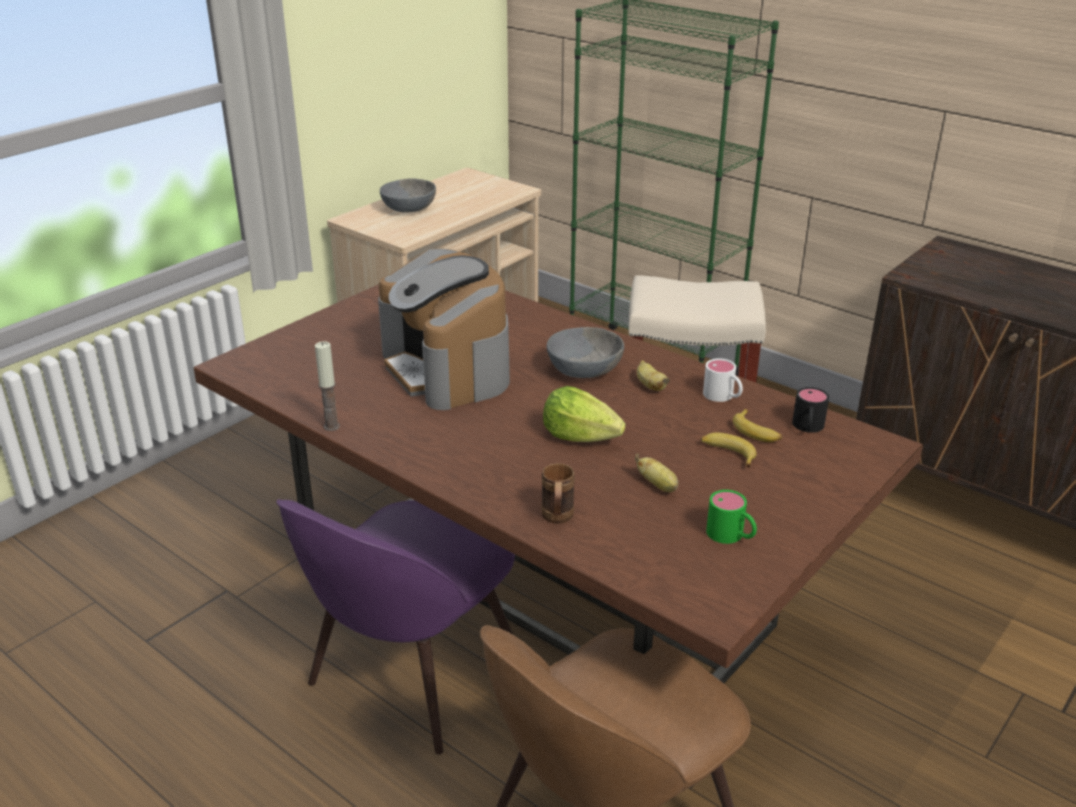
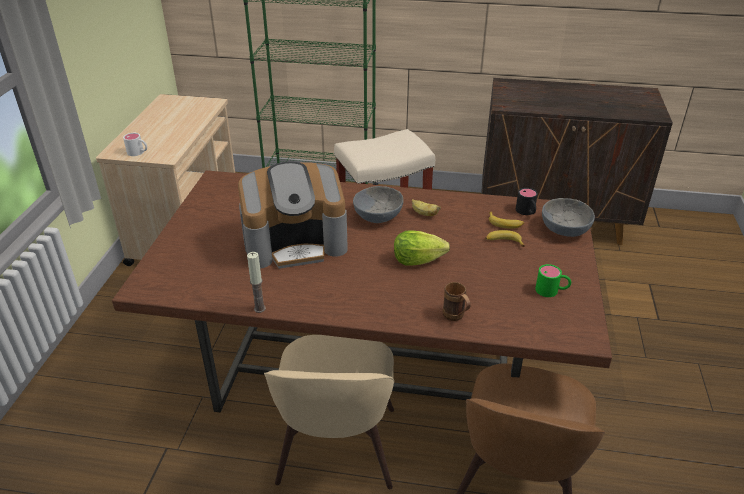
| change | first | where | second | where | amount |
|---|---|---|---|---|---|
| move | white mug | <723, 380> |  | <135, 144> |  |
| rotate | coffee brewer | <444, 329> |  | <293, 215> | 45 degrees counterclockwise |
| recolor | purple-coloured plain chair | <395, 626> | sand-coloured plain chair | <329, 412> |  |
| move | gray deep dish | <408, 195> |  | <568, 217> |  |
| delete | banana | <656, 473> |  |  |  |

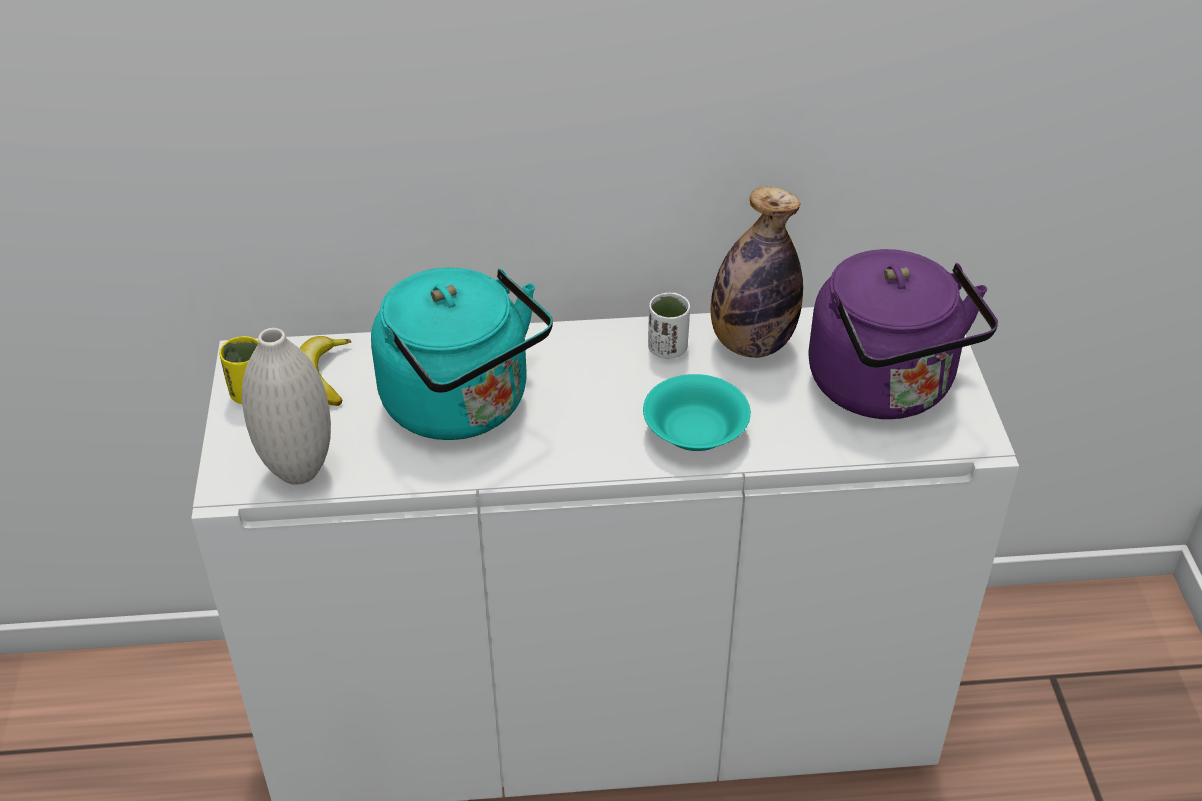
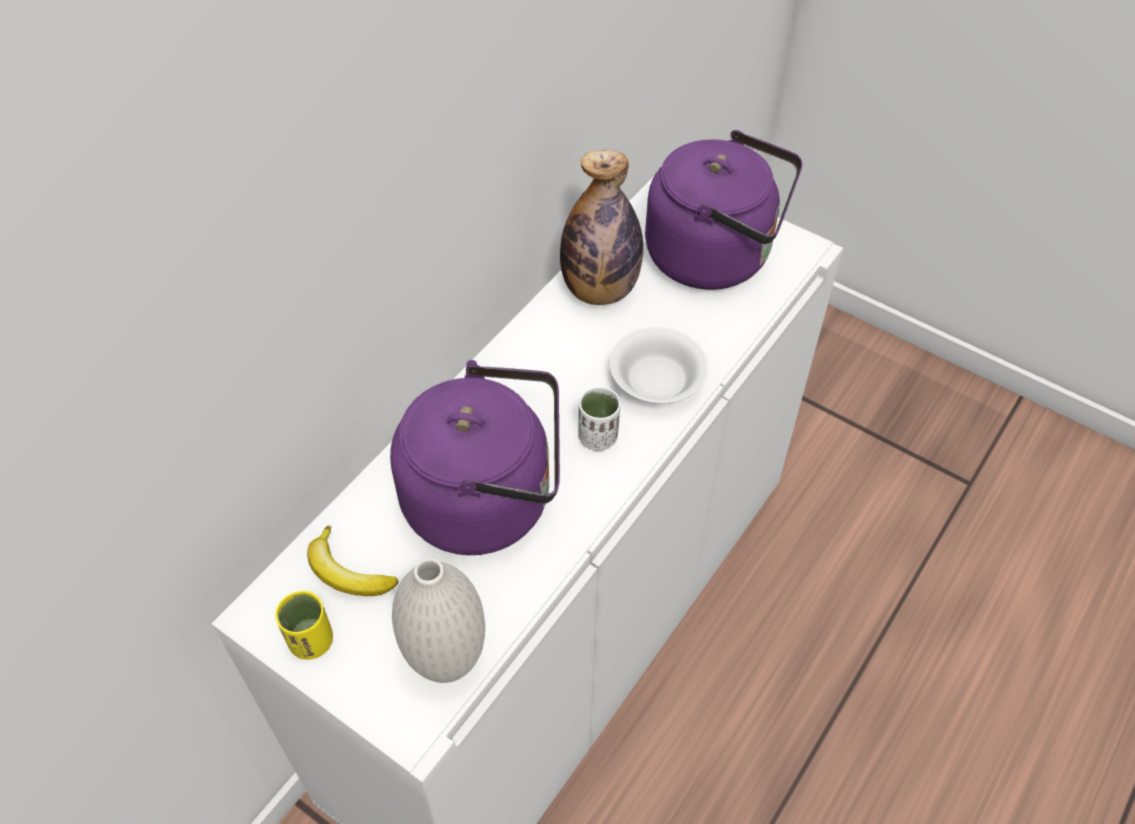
| change | first | where | second | where | amount |
|---|---|---|---|---|---|
| recolor | blue-green water kettle | <462, 353> | purple-coloured water kettle | <475, 457> |  |
| move | white drinking cup | <669, 326> |  | <599, 419> |  |
| recolor | blue-green deep dish | <697, 412> | white deep dish | <659, 365> |  |

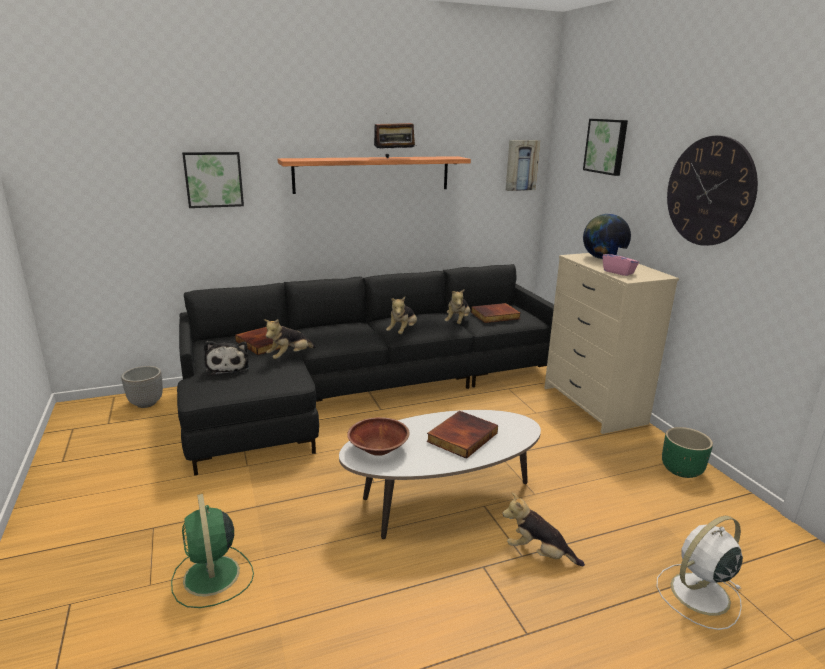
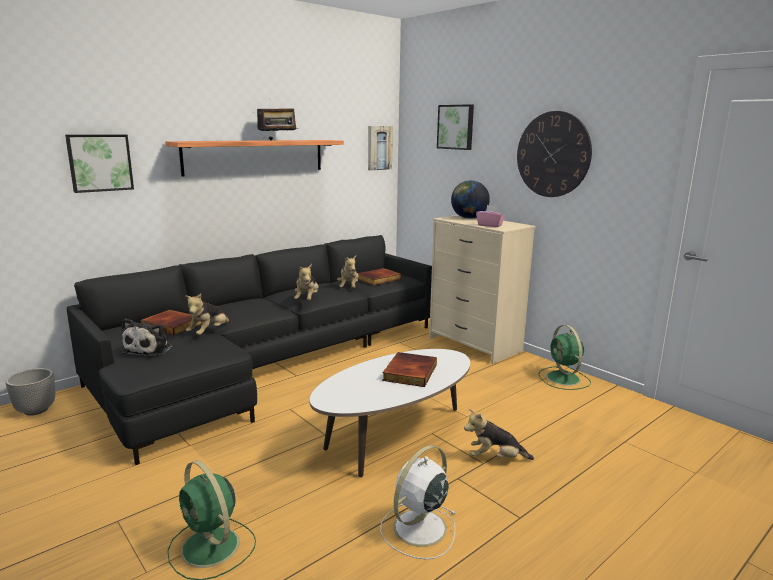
| change | first | where | second | where | amount |
|---|---|---|---|---|---|
| rotate | cuddly toy | <226, 358> |  | <146, 337> | 45 degrees clockwise |
| move | white fan | <700, 573> |  | <418, 502> |  |
| replace | green plant pot | <687, 452> | green fan | <564, 357> |  |
| delete | brown deep dish | <378, 436> |  |  |  |

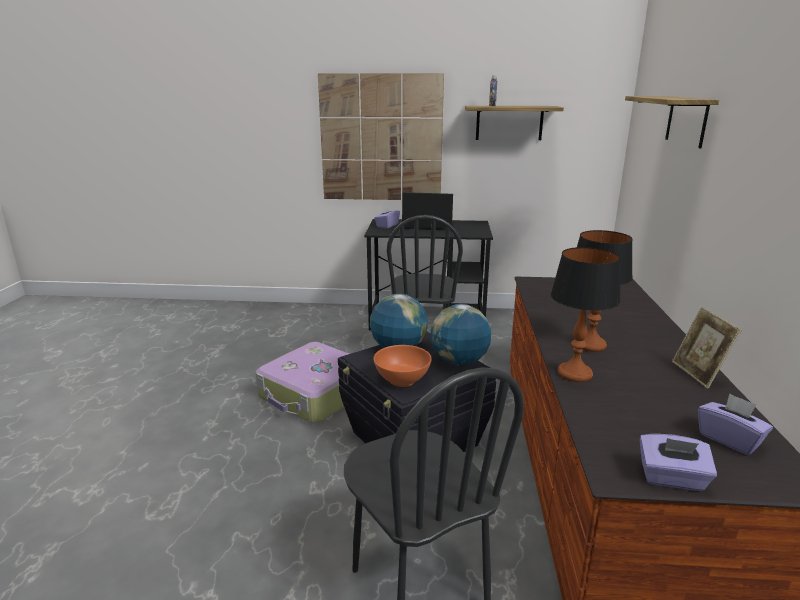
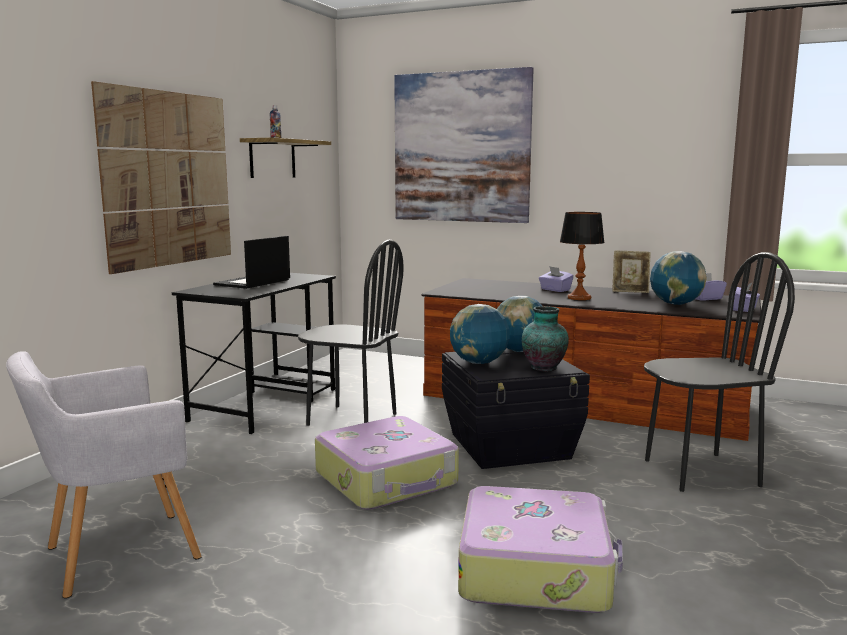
| change | first | where | second | where | amount |
|---|---|---|---|---|---|
| insert |  |  | gray lounge chair | <104, 474> |  |
| replace | bracket shelf | <672, 122> | picture | <464, 145> |  |
| insert |  |  | suitcase | <540, 549> |  |
| replace | orangey deep dish | <402, 366> | decorative vase | <545, 339> |  |
| move | purple-coloured box of tissues | <387, 216> |  | <556, 279> |  |
| insert |  |  | desk globe | <678, 278> |  |
| delete | table lamp | <585, 314> |  |  |  |

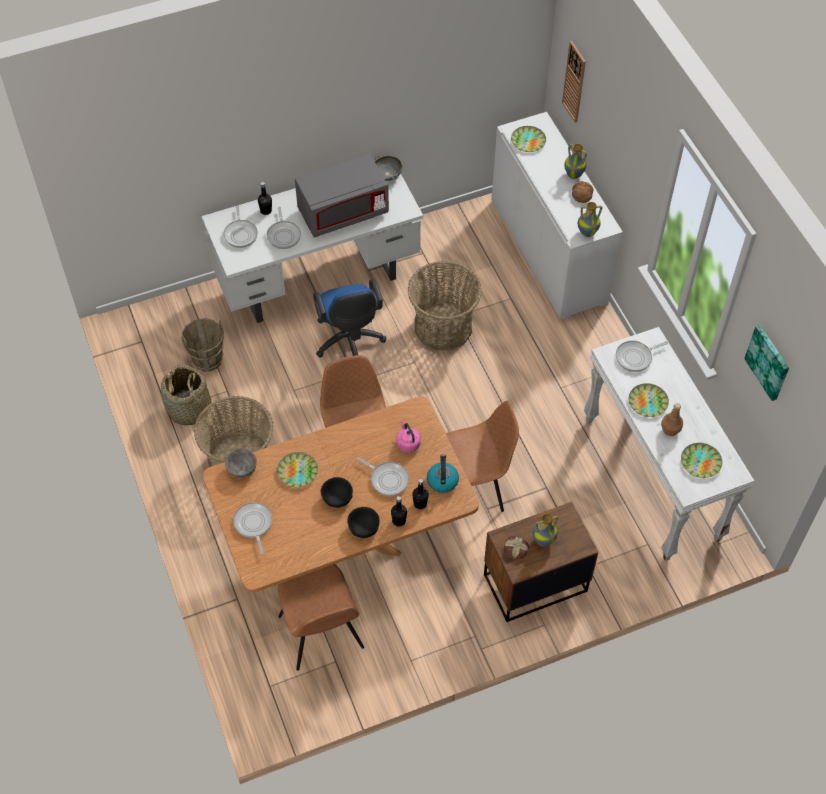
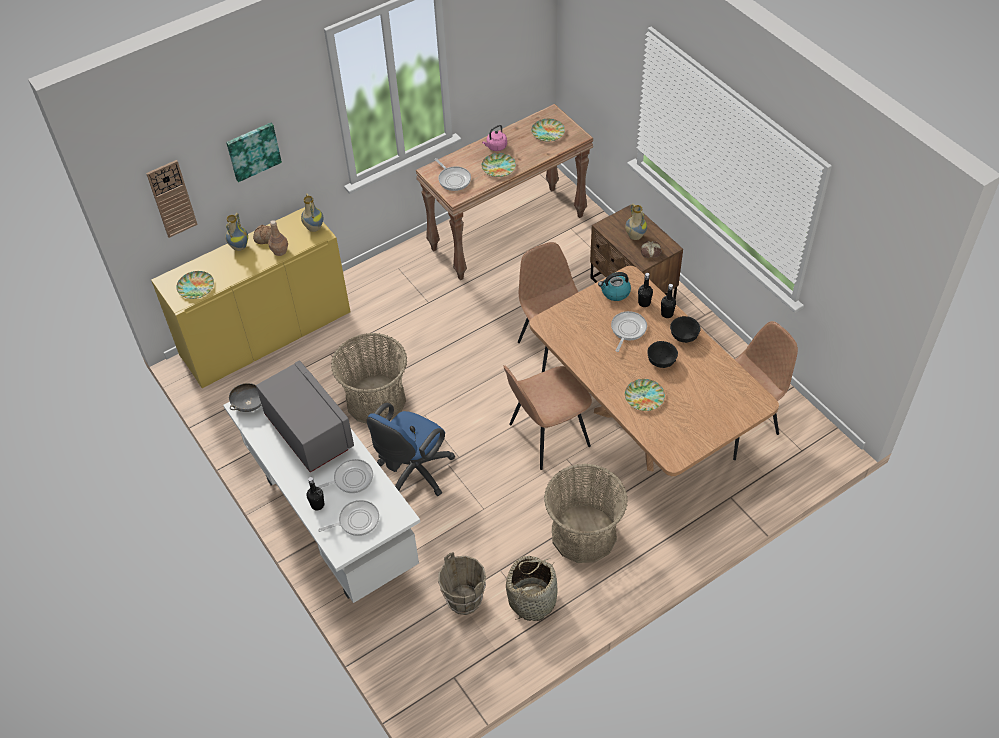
| change | first | where | second | where | amount |
|---|---|---|---|---|---|
| recolor | white cabinet | <557, 216> | yellow cabinet | <250, 297> |  |
| move | picture | <766, 363> |  | <254, 152> |  |
| move | brown beverage bottle | <672, 419> |  | <278, 238> |  |
| rotate | bluish office chair | <349, 318> |  | <411, 449> | 150 degrees clockwise |
| recolor | white console table | <669, 444> | brown console table | <504, 192> |  |
| move | pinkish water kettle | <409, 436> |  | <494, 138> |  |
| delete | gray deep dish | <241, 463> |  |  |  |
| delete | frying pan | <252, 528> |  |  |  |

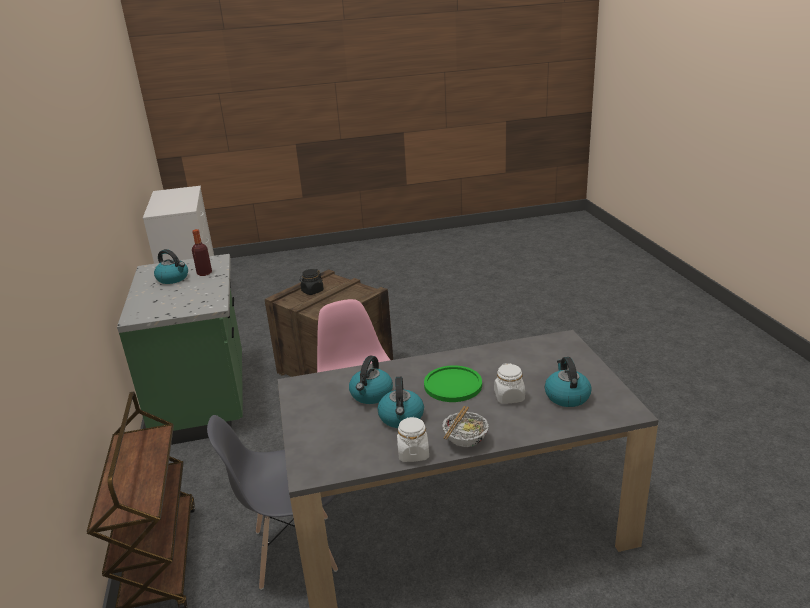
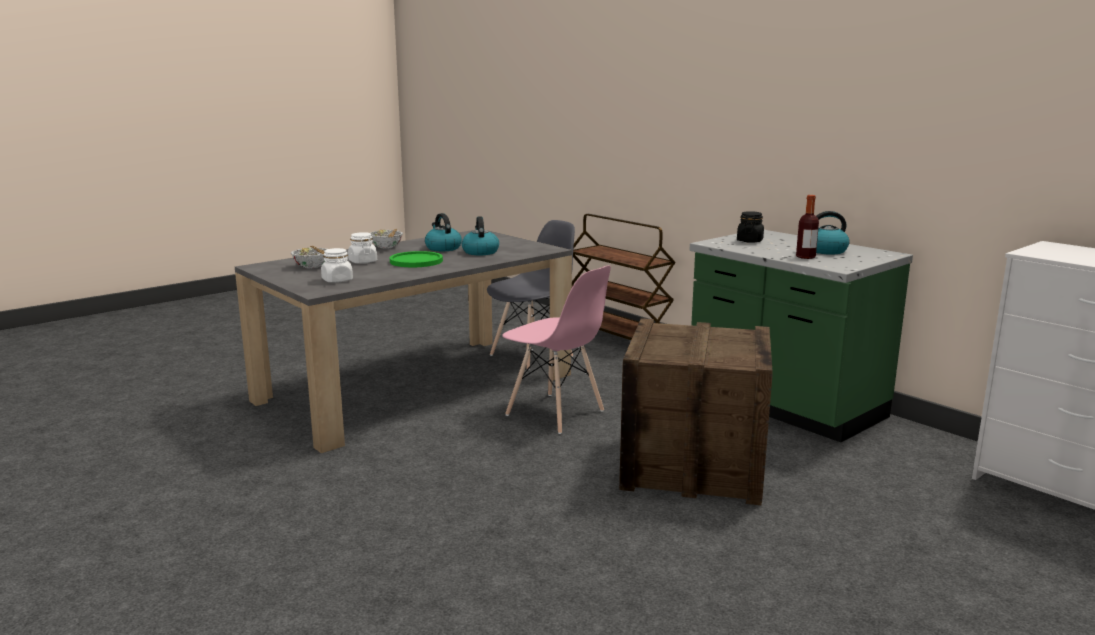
| change | first | where | second | where | amount |
|---|---|---|---|---|---|
| replace | water kettle | <568, 382> | deep dish | <309, 257> |  |
| move | white storage jar | <413, 439> |  | <337, 265> |  |
| move | black storage jar | <311, 282> |  | <750, 227> |  |

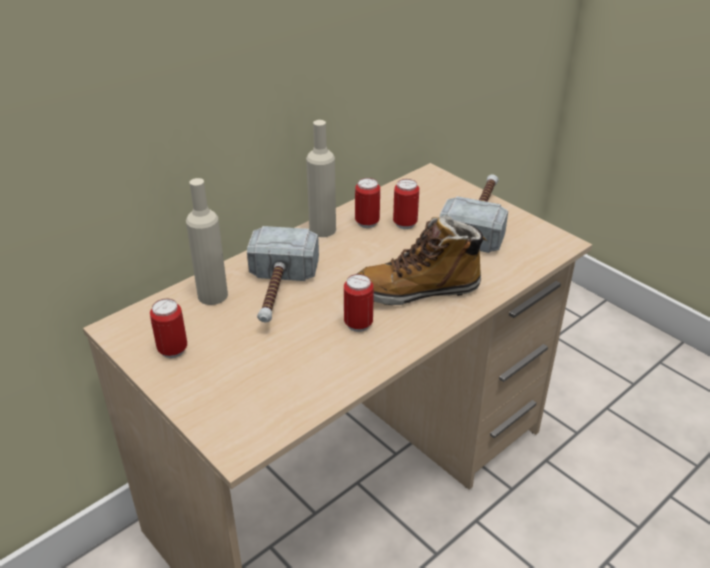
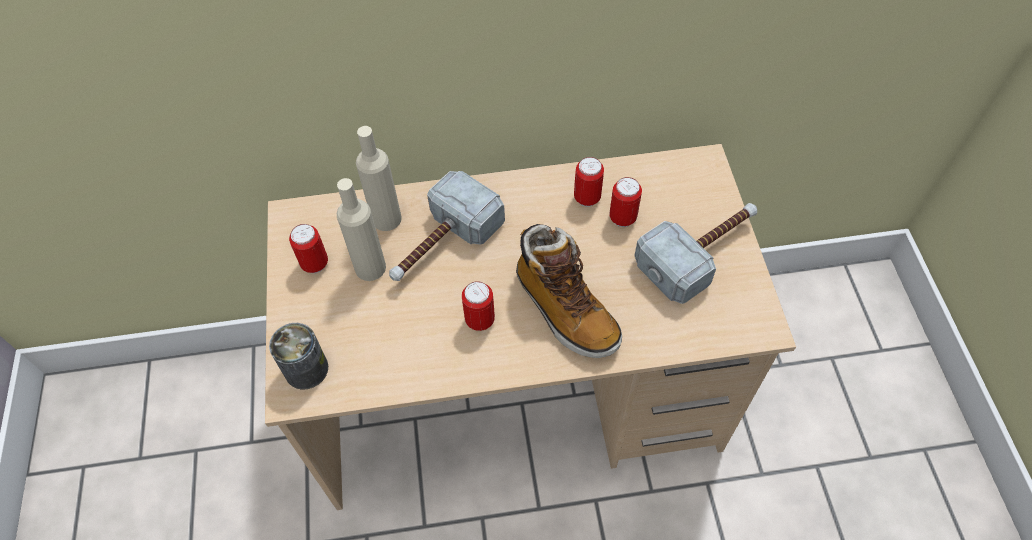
| change | first | where | second | where | amount |
|---|---|---|---|---|---|
| insert |  |  | can | <298, 356> |  |
| move | sand-coloured beverage bottle | <321, 178> |  | <361, 229> |  |
| rotate | boot | <422, 260> |  | <569, 291> | 150 degrees counterclockwise |

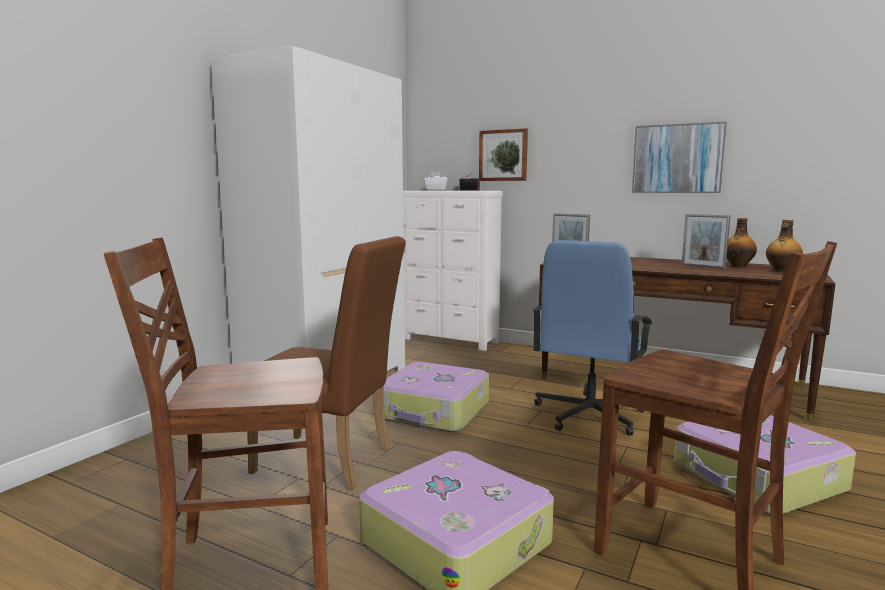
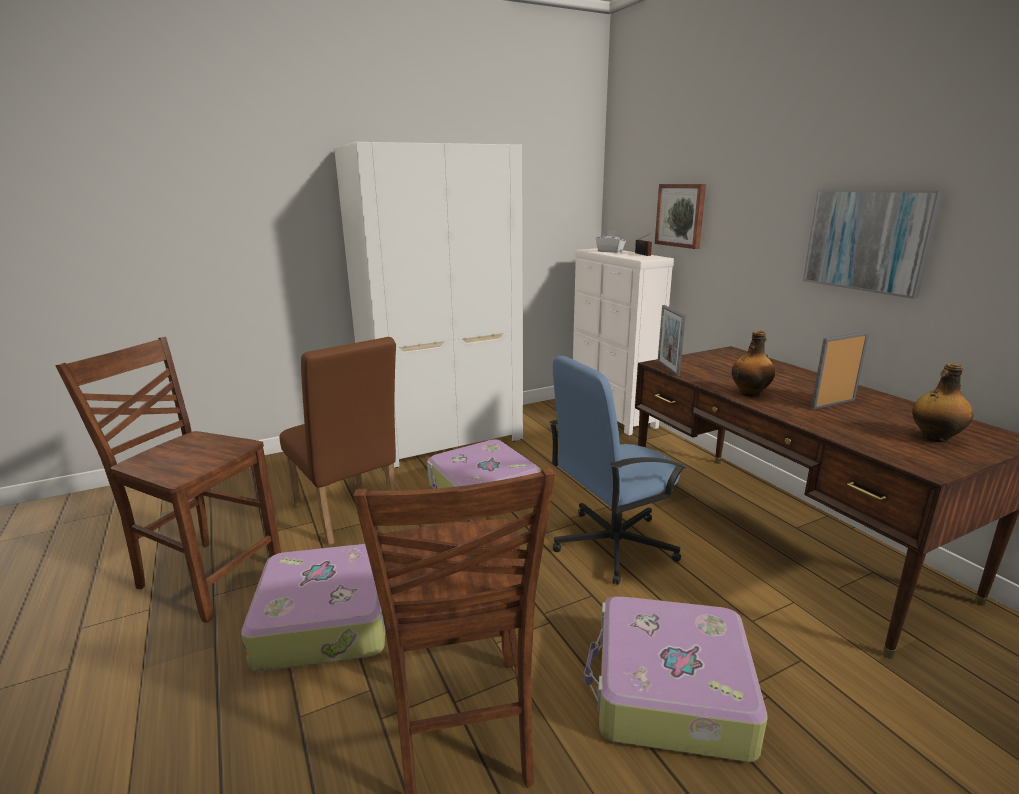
| change | first | where | second | where | amount |
|---|---|---|---|---|---|
| move | beverage bottle | <742, 243> |  | <753, 363> |  |
| rotate | standing frame | <706, 241> |  | <840, 370> | 75 degrees clockwise |

